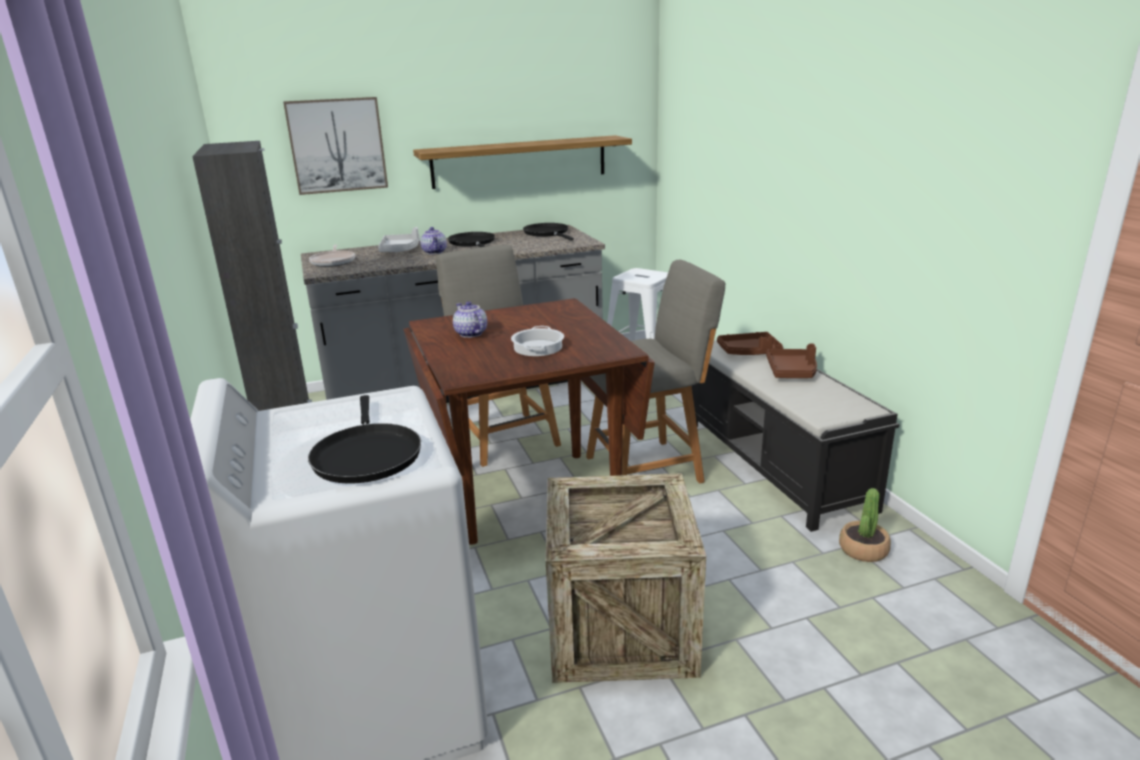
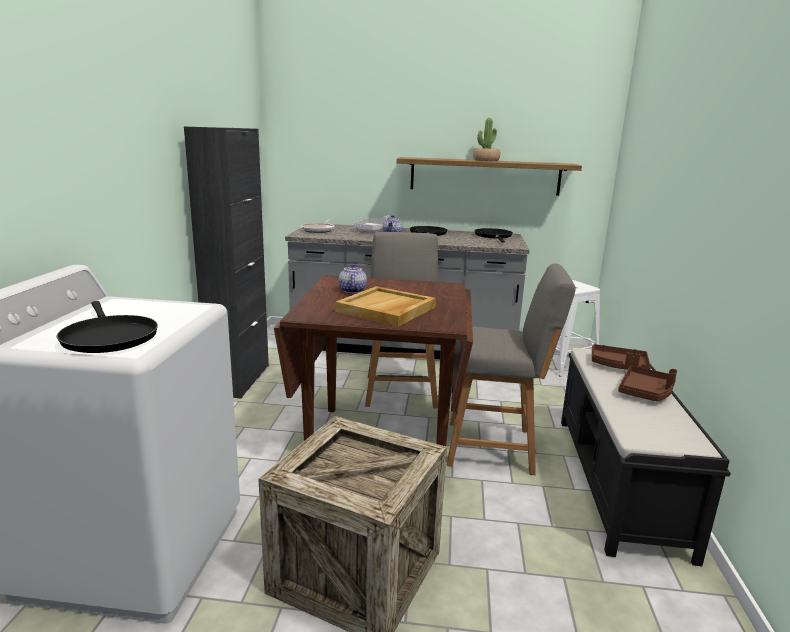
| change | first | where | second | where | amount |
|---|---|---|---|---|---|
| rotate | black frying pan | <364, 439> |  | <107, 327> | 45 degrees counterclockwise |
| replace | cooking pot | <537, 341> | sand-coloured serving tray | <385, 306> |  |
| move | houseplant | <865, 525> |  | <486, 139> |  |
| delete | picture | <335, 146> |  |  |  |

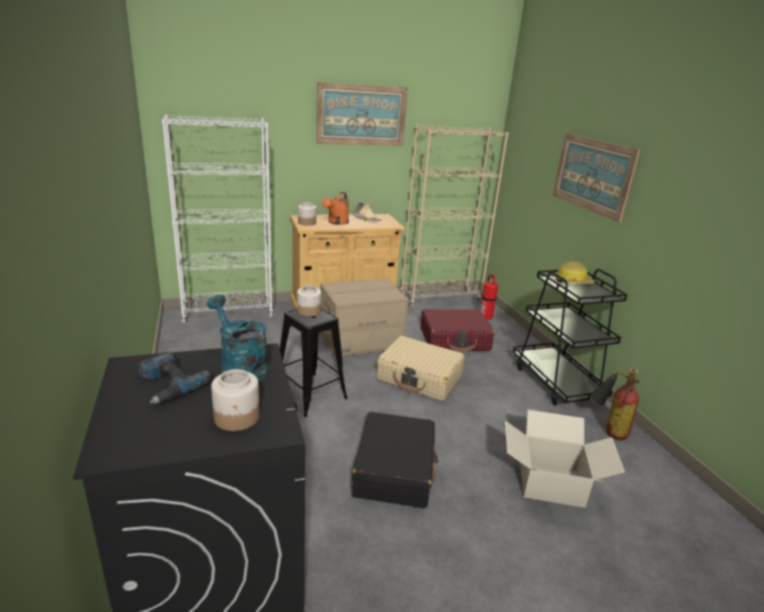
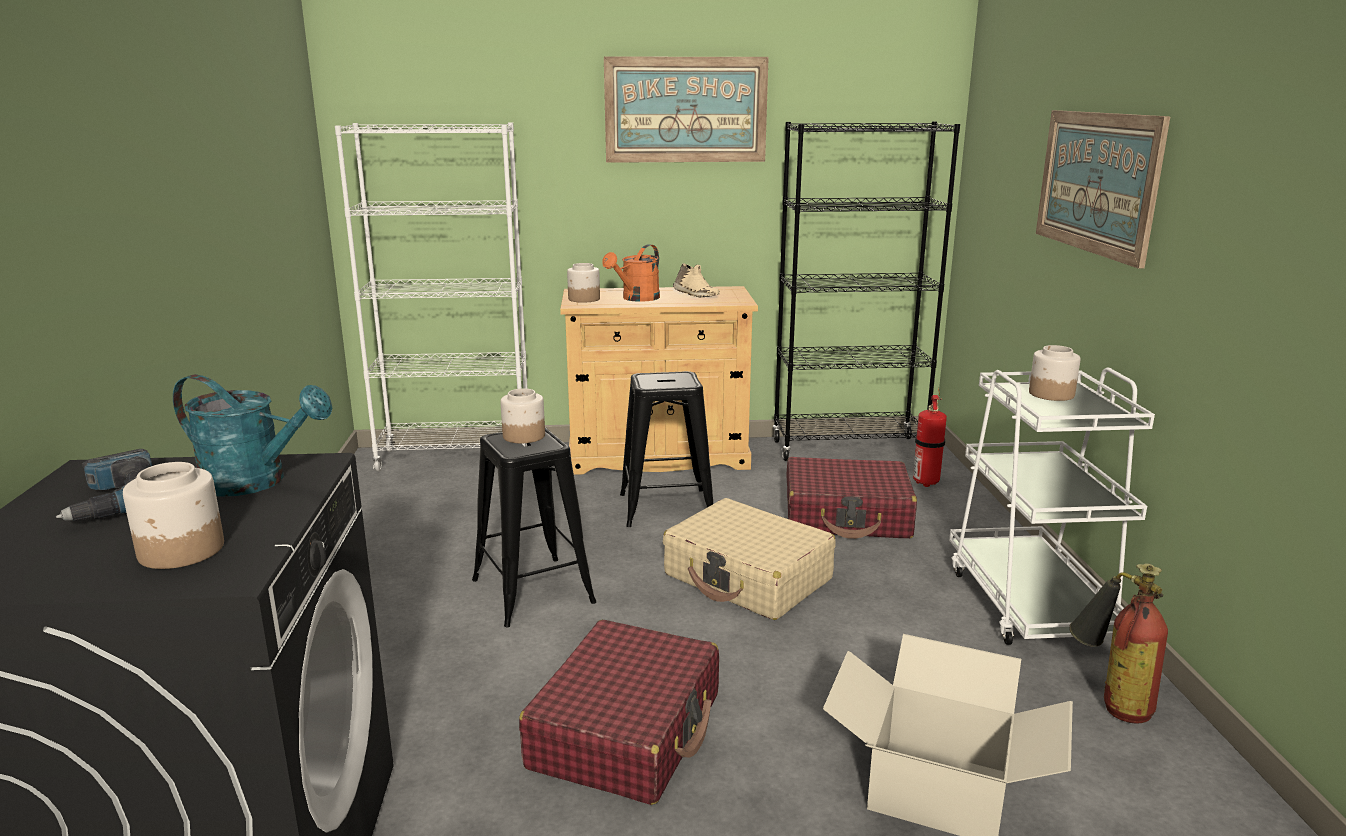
| change | first | where | second | where | amount |
|---|---|---|---|---|---|
| rotate | blue-green sprinkling can | <237, 338> |  | <253, 435> | 135 degrees clockwise |
| recolor | black suitcase | <394, 460> | red-coloured suitcase | <619, 712> |  |
| replace | packing box | <364, 317> | black stool seat | <666, 449> |  |
| recolor | sand-coloured bookcase | <454, 216> | black bookcase | <866, 291> |  |
| recolor | black wheeled cart | <570, 337> | white wheeled cart | <1052, 506> |  |
| replace | work helmet | <574, 272> | storage jar | <1055, 373> |  |

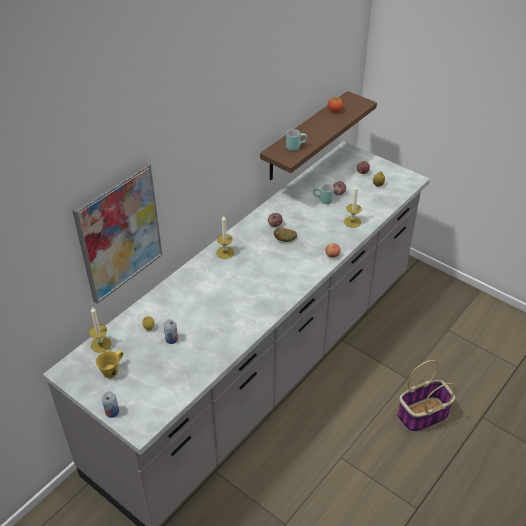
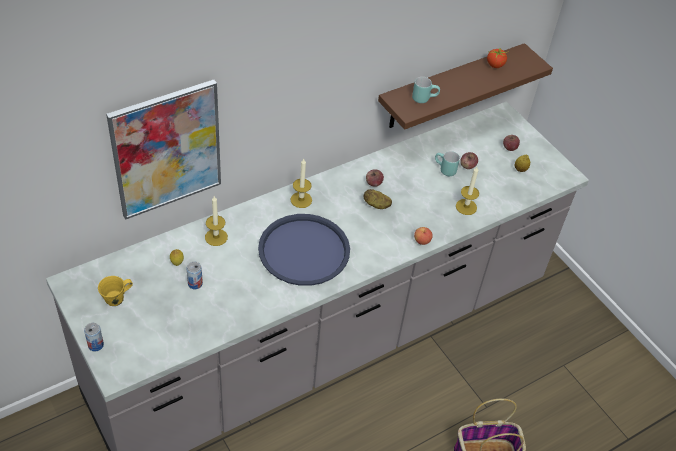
| change | first | where | second | where | amount |
|---|---|---|---|---|---|
| move | candle | <100, 329> |  | <216, 221> |  |
| insert |  |  | bluish serving tray | <304, 250> |  |

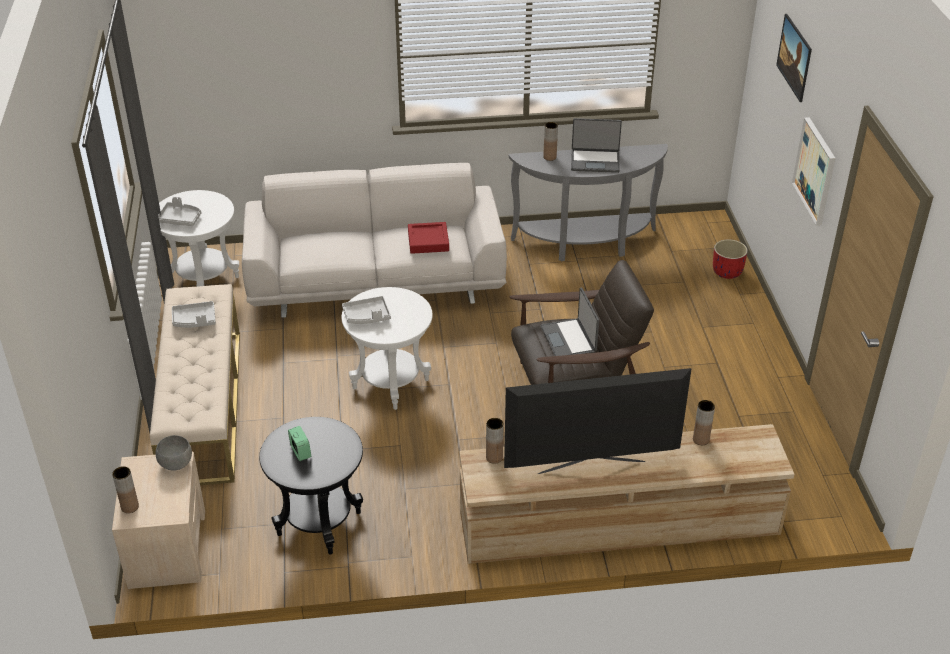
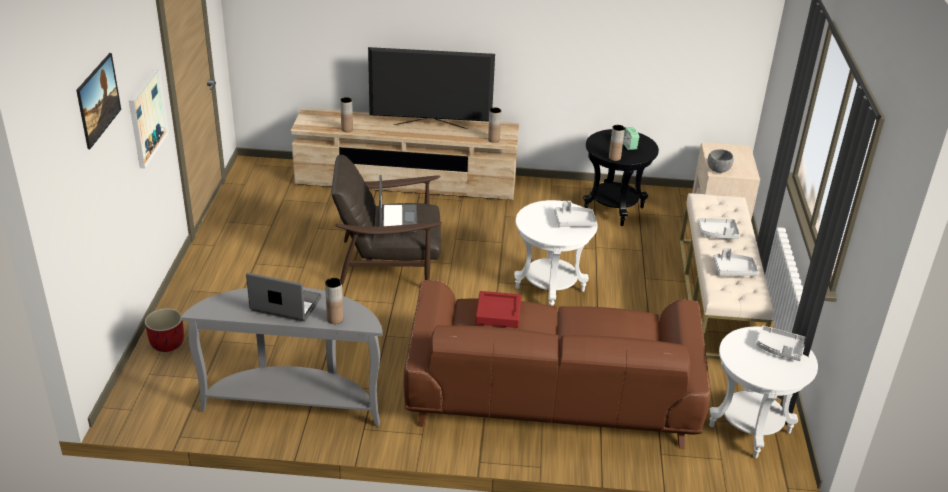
| change | first | where | second | where | amount |
|---|---|---|---|---|---|
| recolor | white couch | <374, 240> | brown couch | <557, 364> |  |
| move | brown decorative vase | <125, 489> |  | <617, 143> |  |
| insert |  |  | gray serving tray | <718, 228> |  |

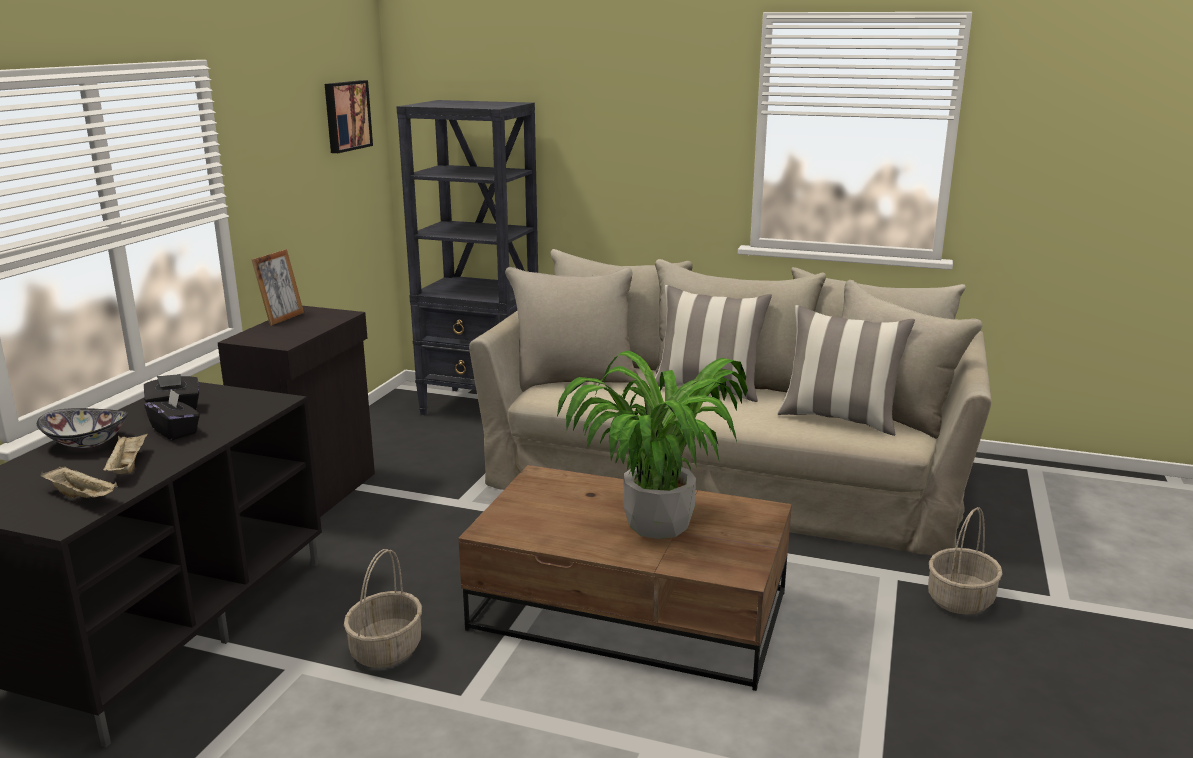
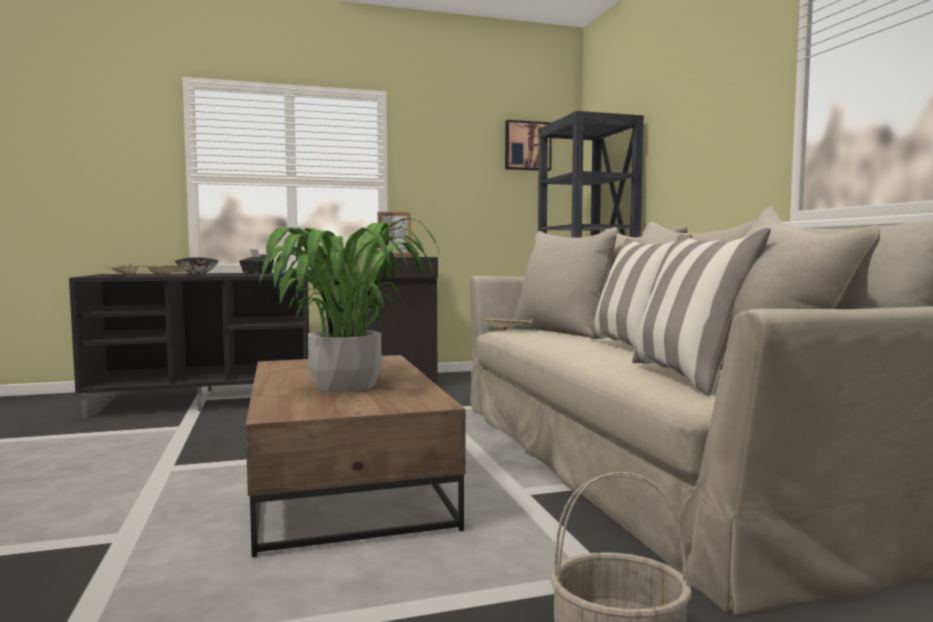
| change | first | where | second | where | amount |
|---|---|---|---|---|---|
| insert |  |  | sand-coloured serving tray | <507, 323> |  |
| delete | black box of tissues | <172, 414> |  |  |  |
| delete | basket | <383, 608> |  |  |  |

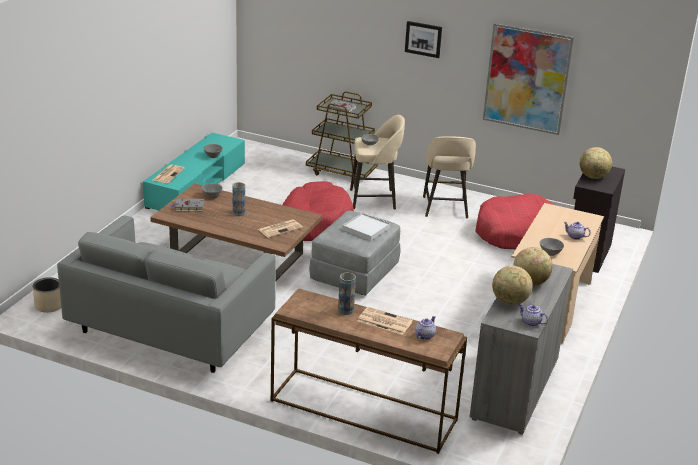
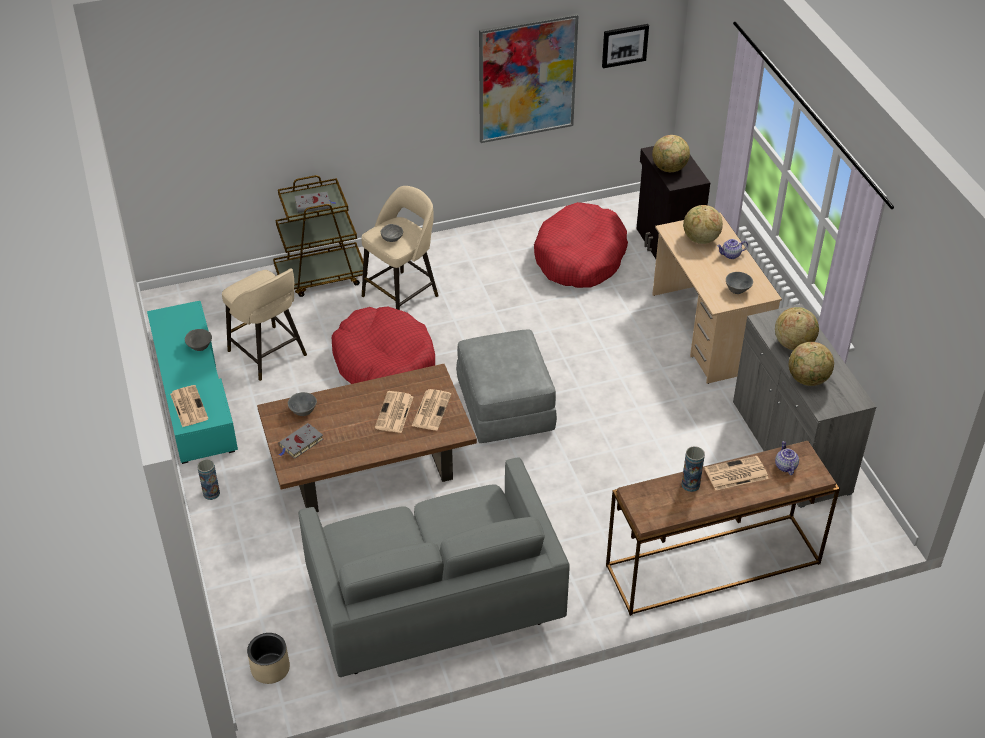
| change | first | where | second | where | amount |
|---|---|---|---|---|---|
| move | decorative vase | <238, 199> |  | <208, 479> |  |
| move | sand-coloured stool seat | <449, 177> |  | <264, 324> |  |
| insert |  |  | newspaper | <394, 412> |  |
| move | picture | <423, 39> |  | <625, 46> |  |
| insert |  |  | desk globe | <703, 224> |  |
| delete | white serving tray | <366, 227> |  |  |  |
| delete | teapot | <533, 315> |  |  |  |

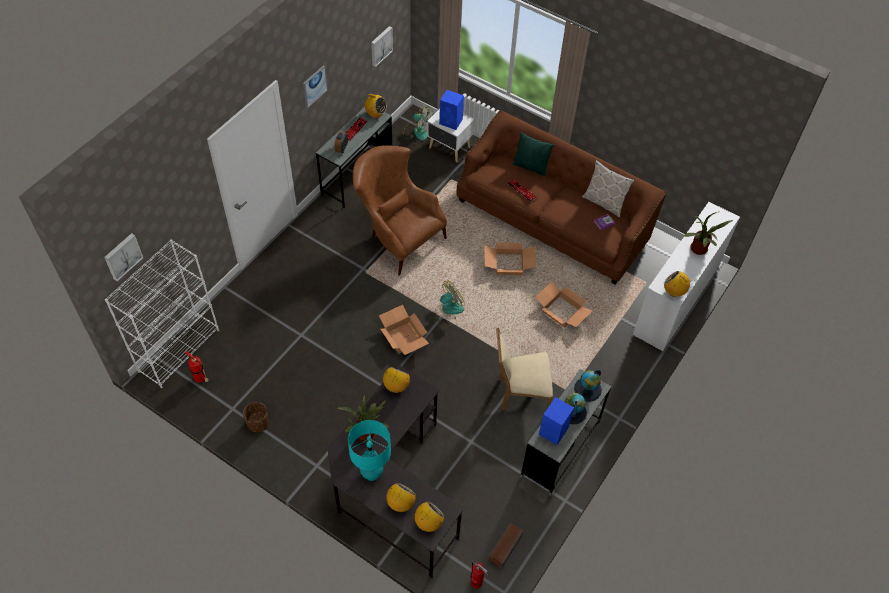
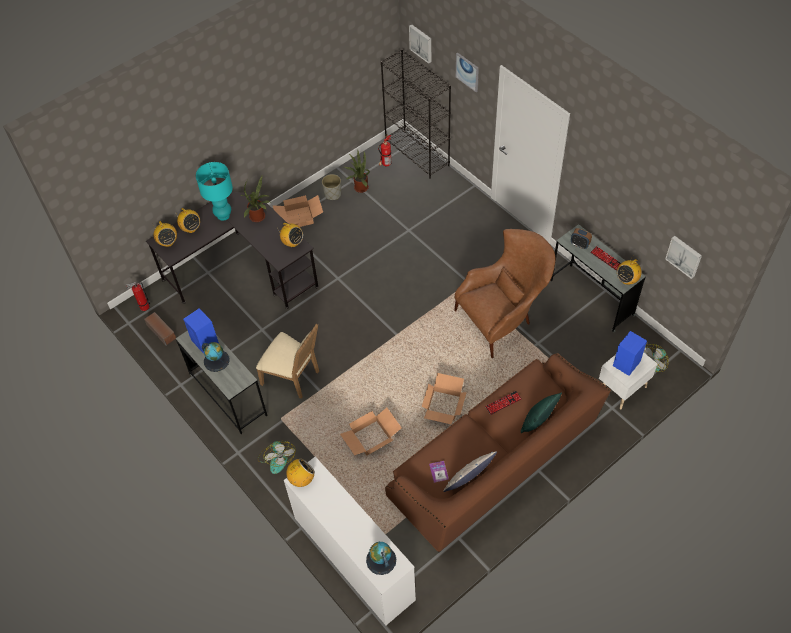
| change | first | where | second | where | amount |
|---|---|---|---|---|---|
| rotate | sand-coloured plain chair | <524, 369> |  | <287, 361> | 105 degrees clockwise |
| move | fan | <448, 303> |  | <277, 457> |  |
| move | packing box | <404, 330> |  | <298, 211> |  |
| recolor | brown plant pot | <256, 417> | gray plant pot | <331, 187> |  |
| move | houseplant | <708, 233> |  | <357, 172> |  |
| move | desk globe | <588, 385> |  | <381, 558> |  |
| recolor | white bookcase | <162, 313> | black bookcase | <416, 114> |  |
| move | picture | <315, 86> |  | <467, 72> |  |

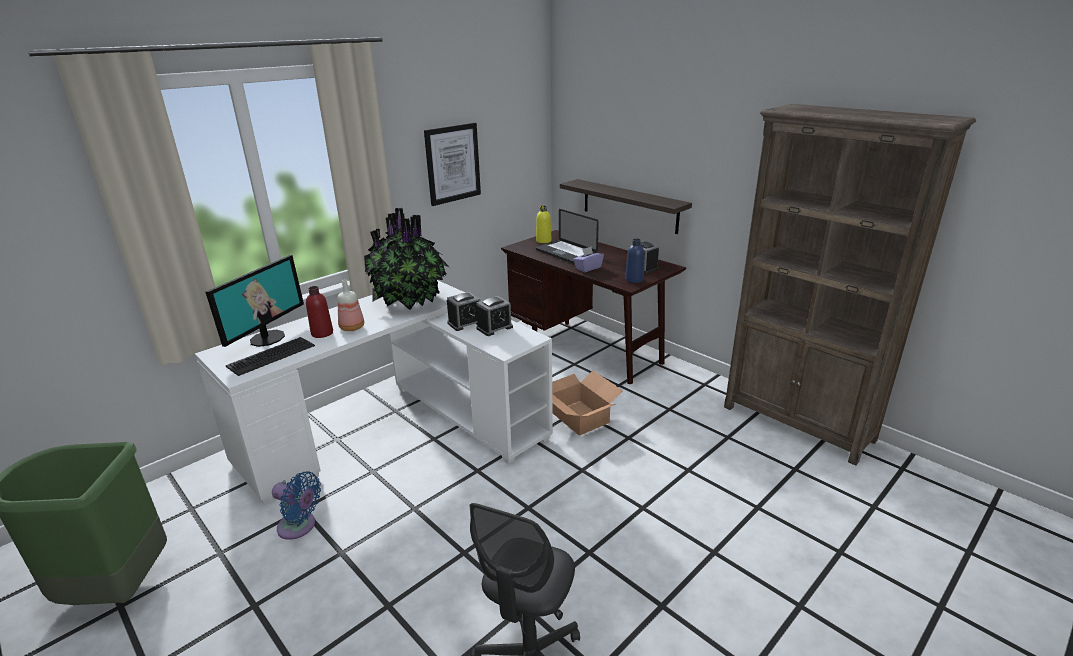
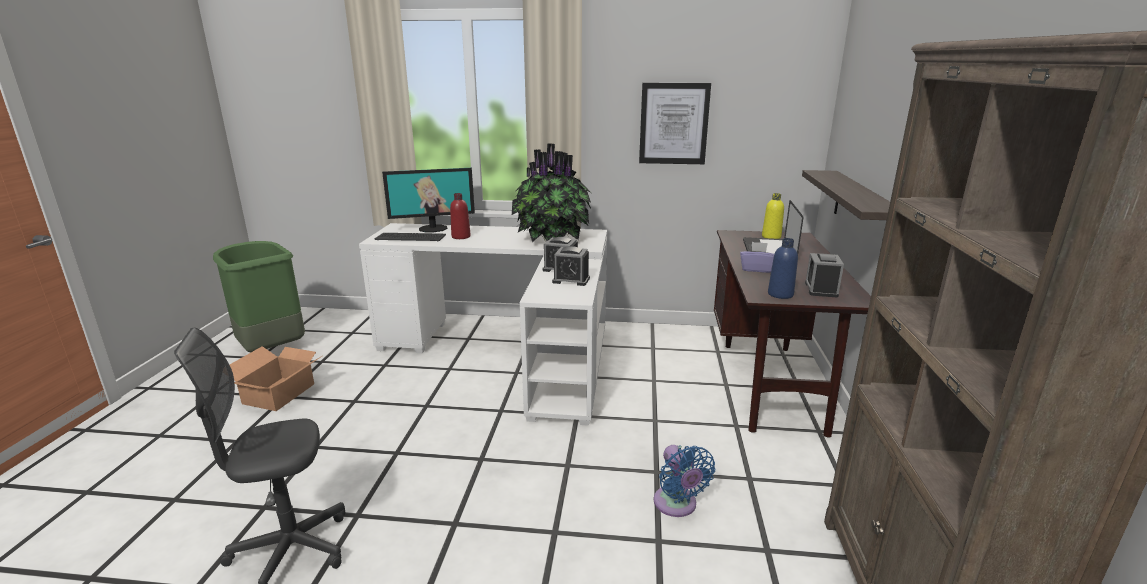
| change | first | where | second | where | amount |
|---|---|---|---|---|---|
| move | packing box | <587, 403> |  | <276, 378> |  |
| move | bluish fan | <296, 505> |  | <684, 481> |  |
| delete | beverage bottle | <351, 305> |  |  |  |

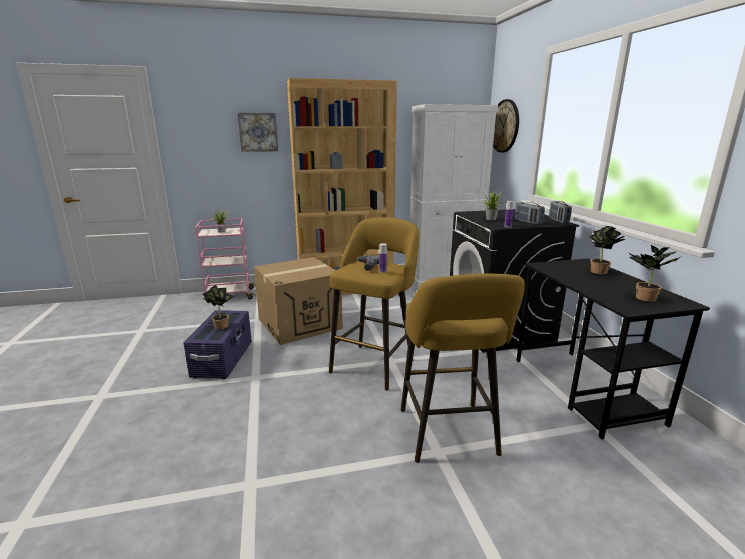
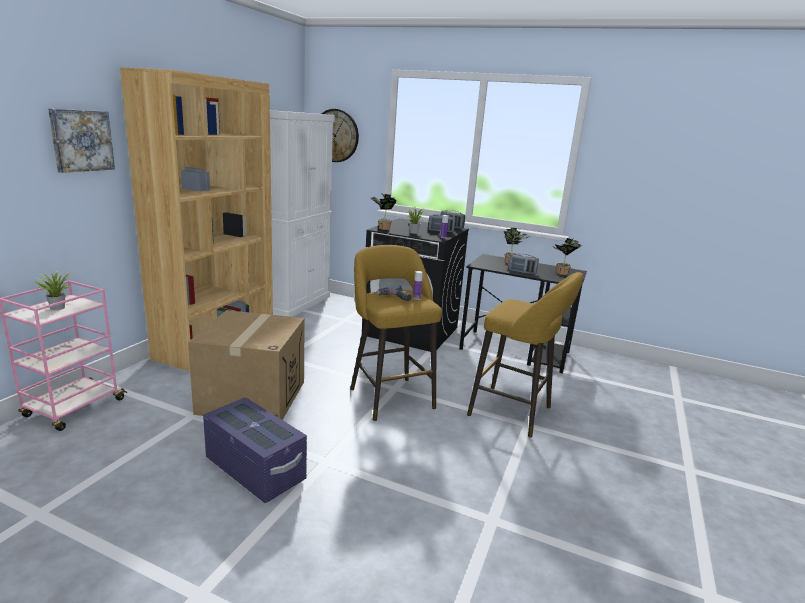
| change | first | where | second | where | amount |
|---|---|---|---|---|---|
| move | houseplant | <218, 307> |  | <384, 211> |  |
| insert |  |  | radio receiver | <523, 264> |  |

